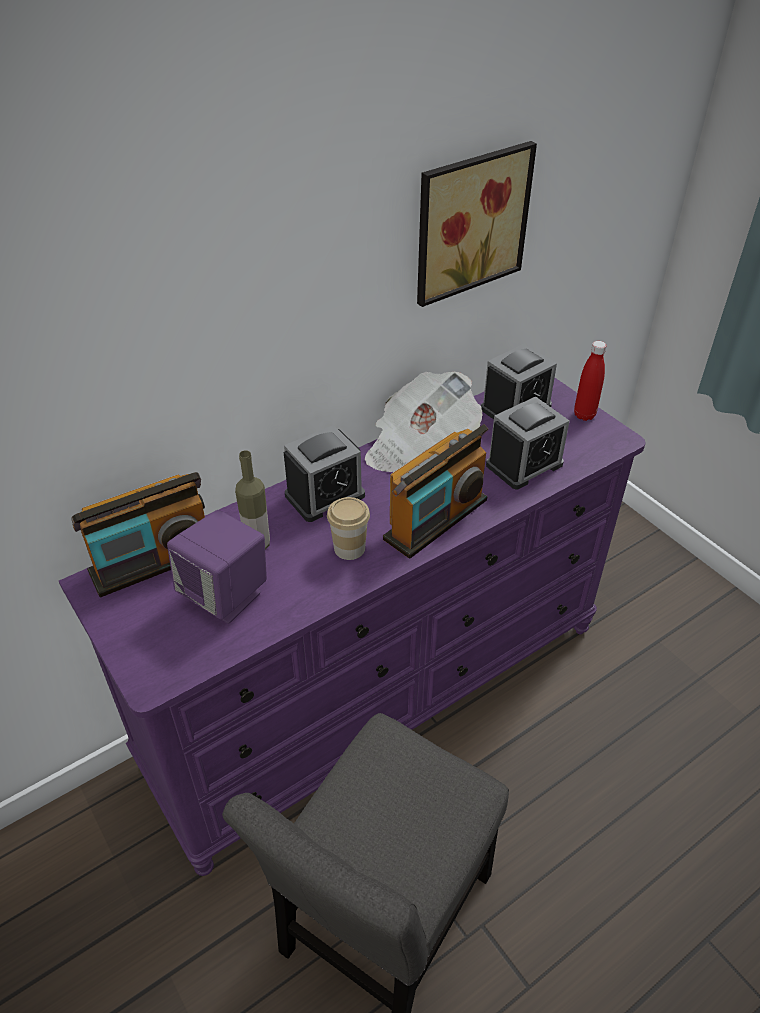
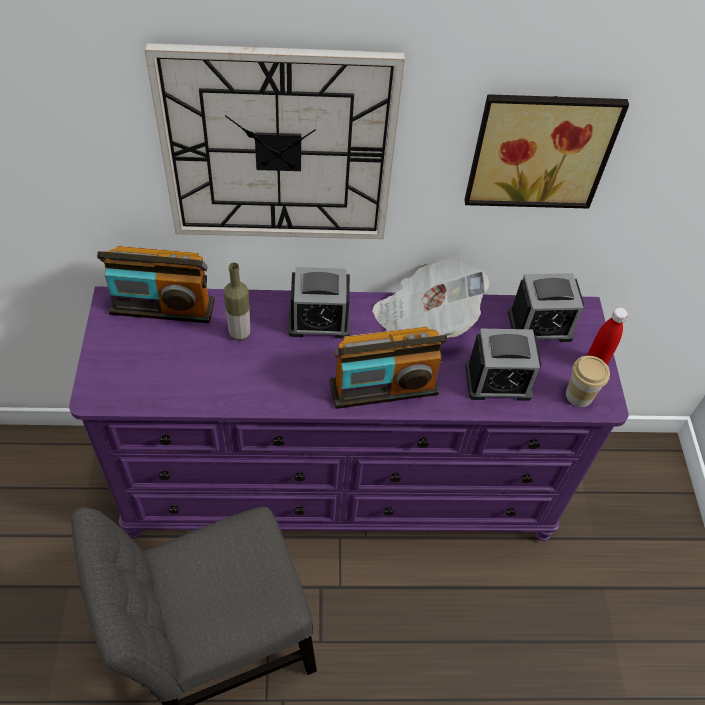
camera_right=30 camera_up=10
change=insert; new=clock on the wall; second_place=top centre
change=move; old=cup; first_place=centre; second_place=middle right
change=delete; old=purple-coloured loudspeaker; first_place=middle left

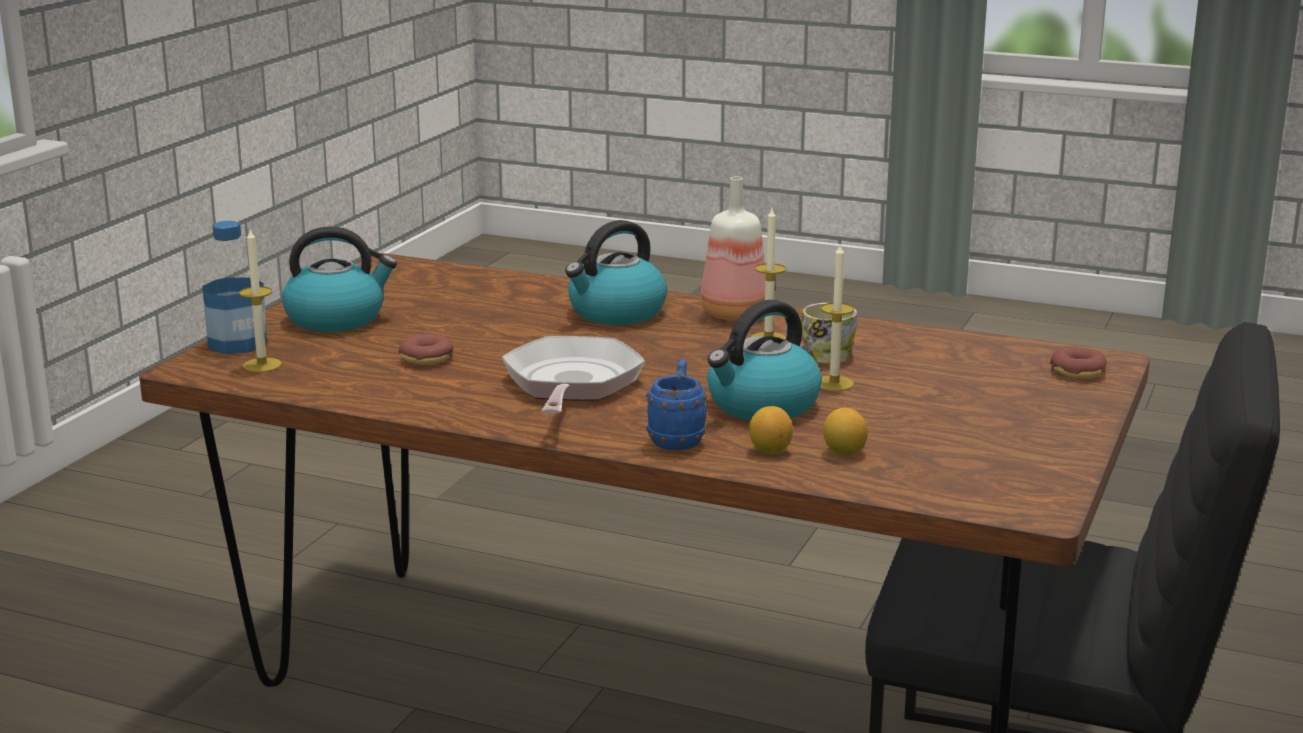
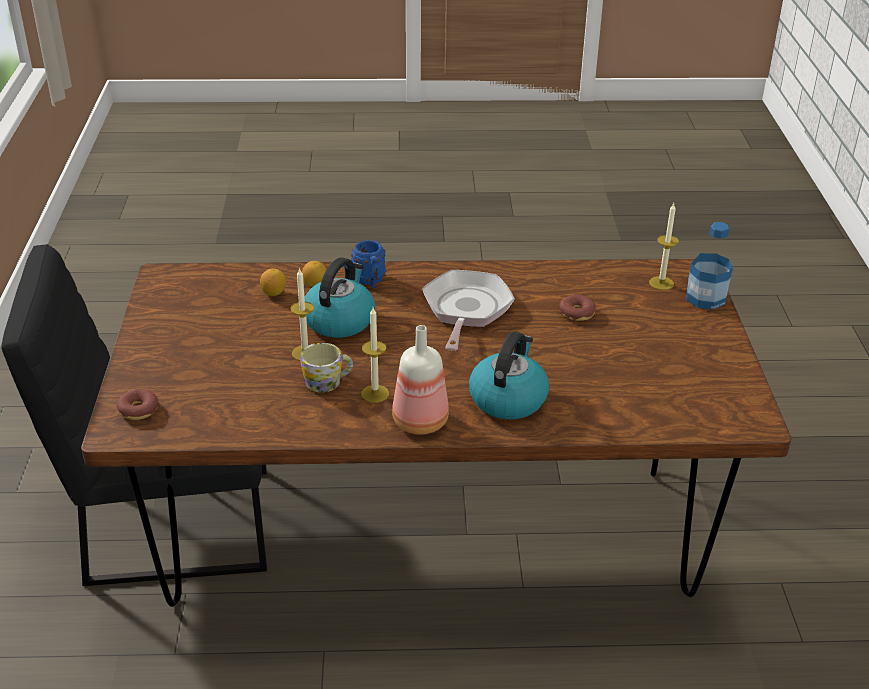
camera_right=155 camera_up=15
change=rotate; old=pan; first_place=centre; second_place=centre; degrees=-150
change=delete; old=tea kettle (1st from left); first_place=middle left

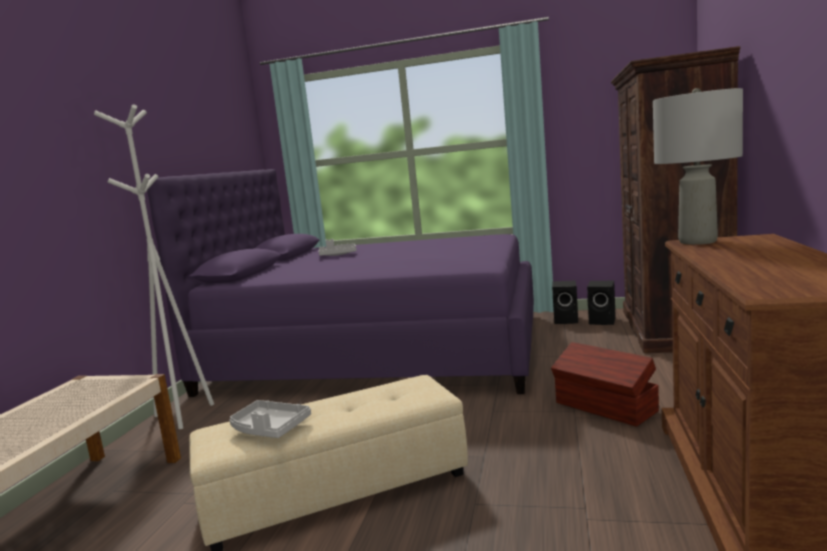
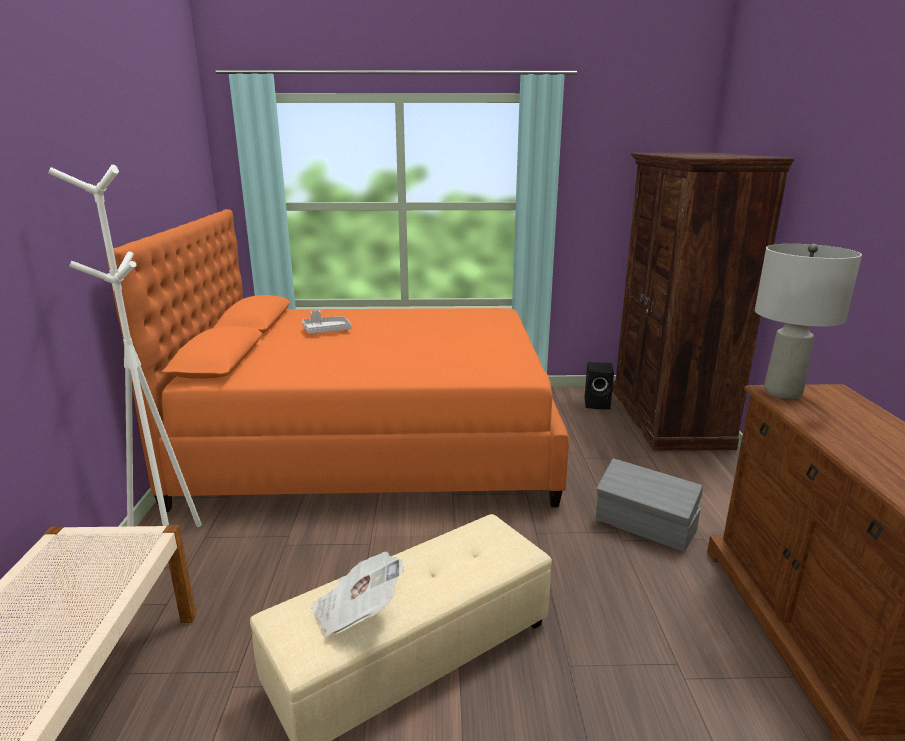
camera_right=-15 camera_up=10
change=recolor; old=purple-coloured bedroom bed; new=orange bedroom bed; first_place=centre; second_place=centre
change=replace; old=grey carrying tray (1st from left); new=newspaper; first_place=bottom left; second_place=bottom centre
change=recolor; old=brown storage container; new=grey storage container; first_place=bottom right; second_place=bottom right
change=delete; old=black loudspeaker (1st from left); first_place=middle right

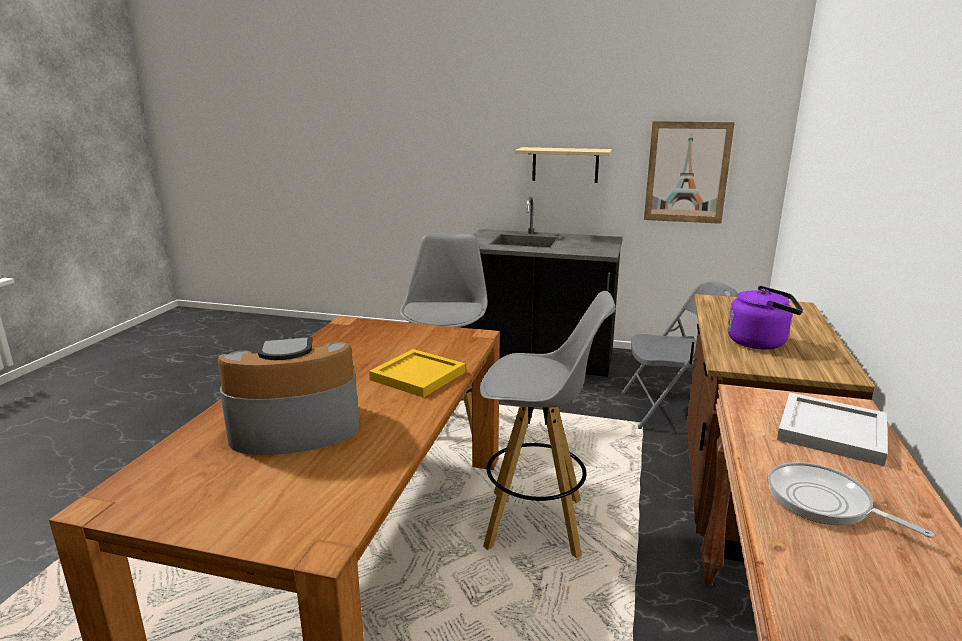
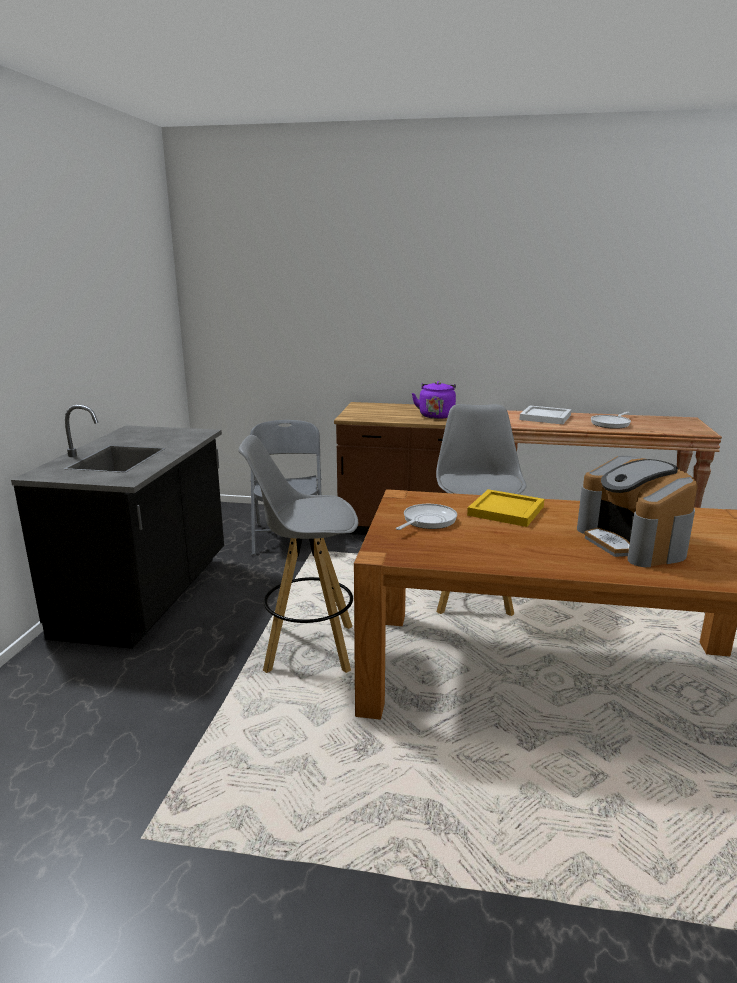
camera_right=-95 camera_up=0
change=insert; new=pan (1st from left); second_place=centre
change=delete; old=beige-coloured shelf; first_place=top centre
change=delete; old=wall art; first_place=top right

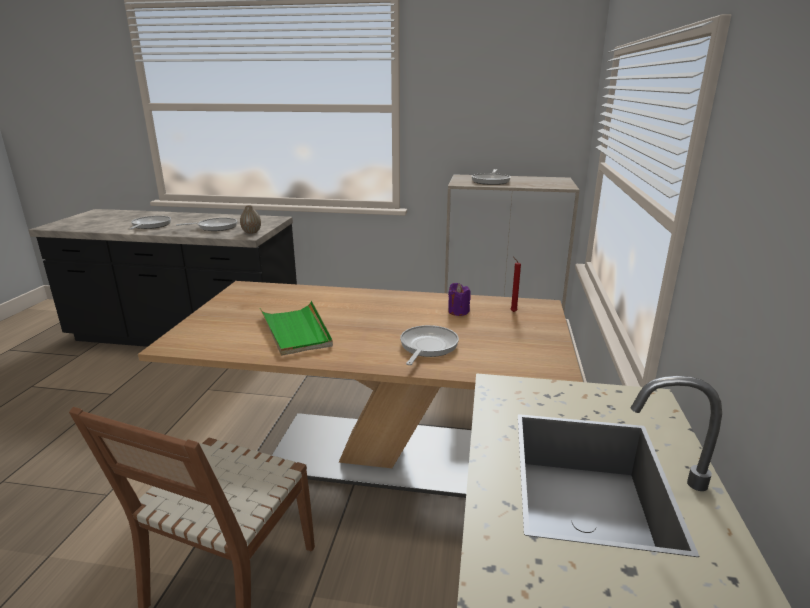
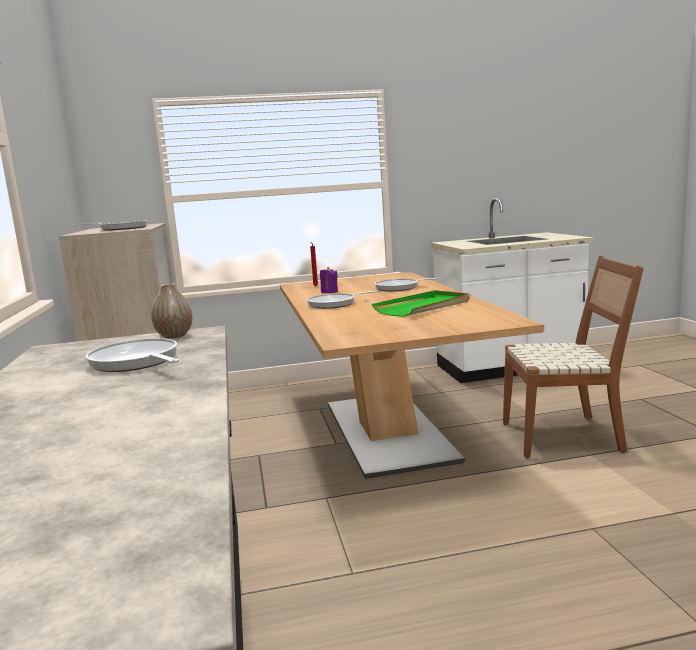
camera_right=-110 camera_up=-10
change=move; old=pan (1st from left in the first image); new=pan (3rd from left); first_place=middle left; second_place=centre

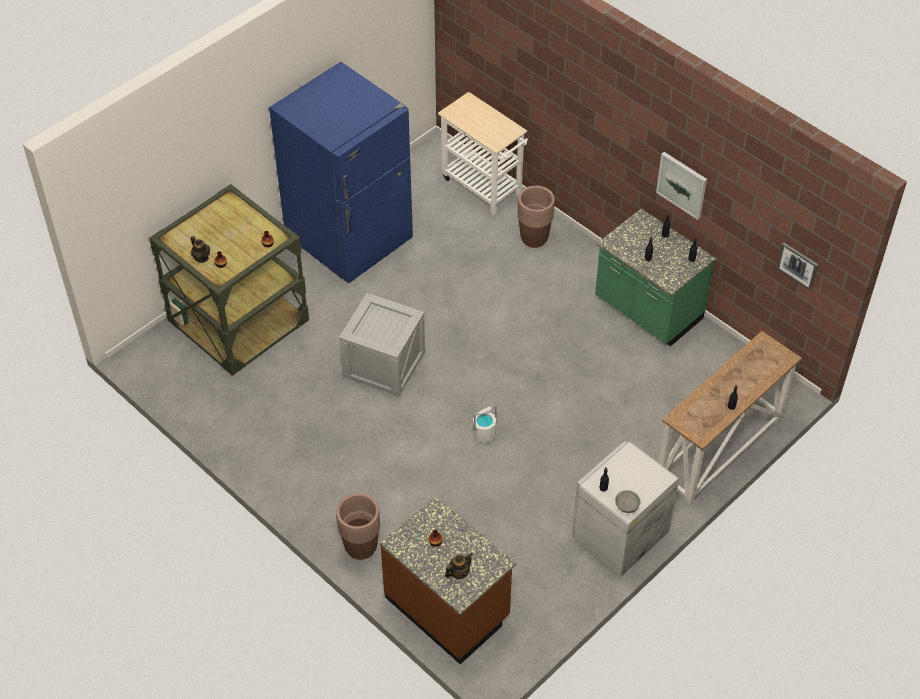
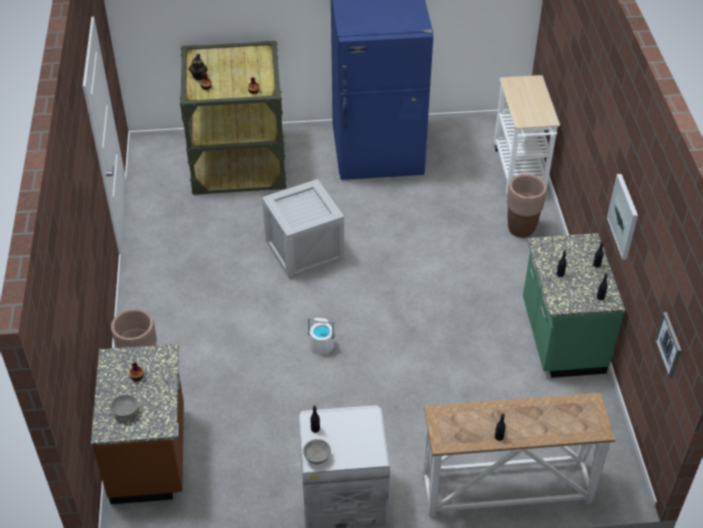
camera_right=40 camera_up=-5
change=replace; old=pot for tea (2nd from left); new=grey deep dish (1st from left); first_place=bottom centre; second_place=bottom left

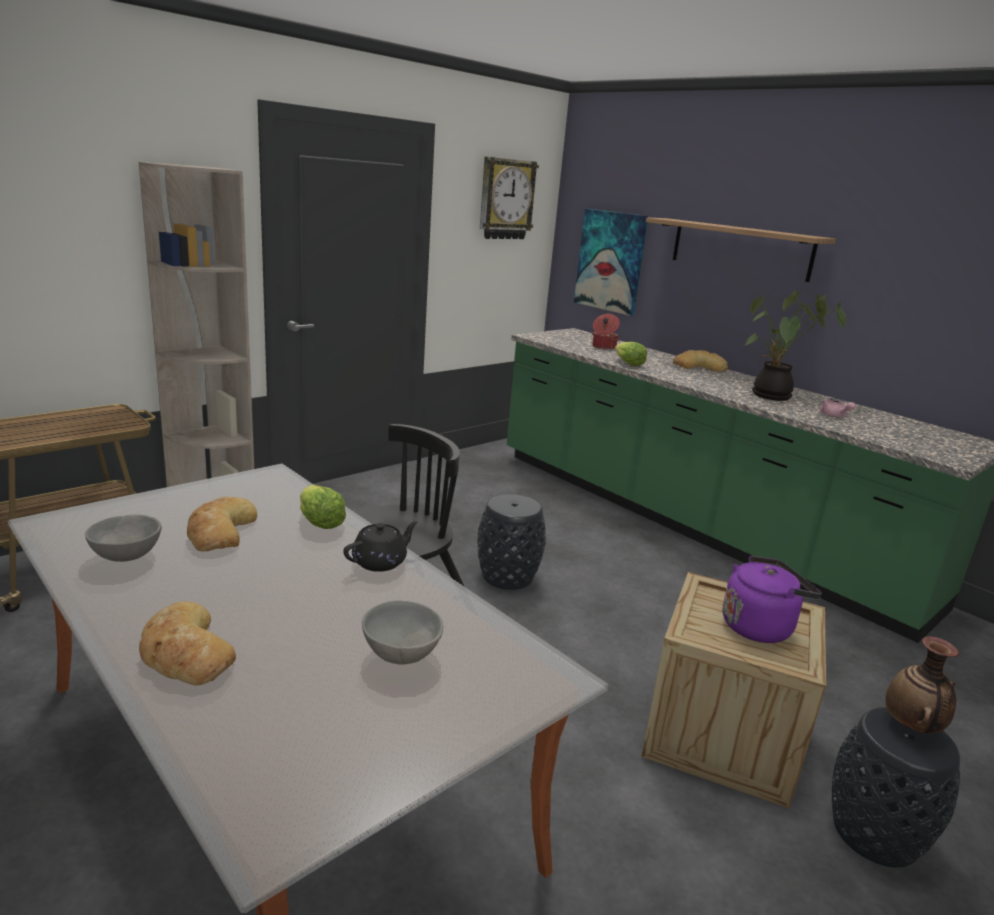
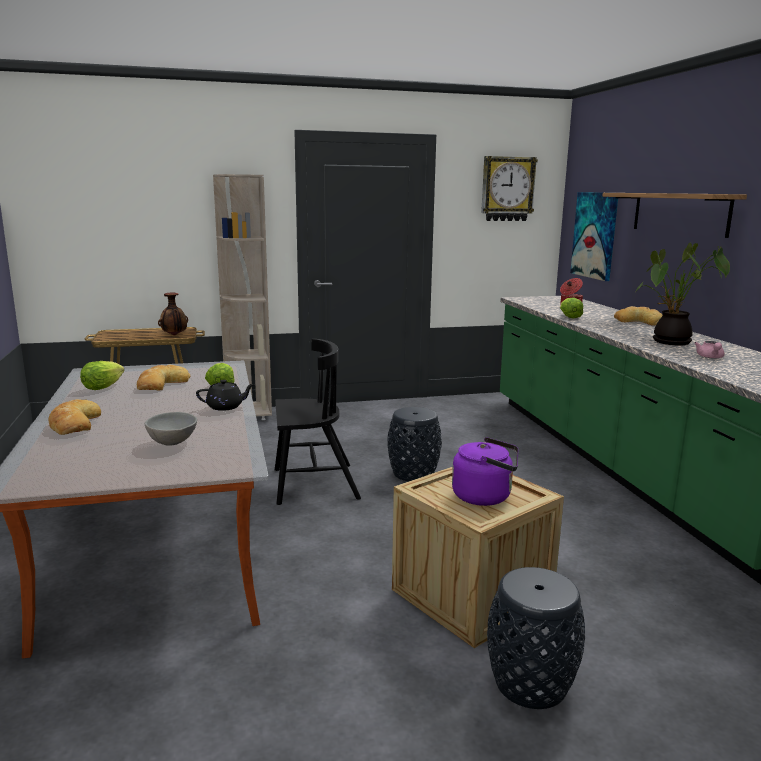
camera_right=30 camera_up=-5
change=replace; old=grey deep dish (1st from left); new=lettuce head (1st from left); first_place=middle left; second_place=middle left
change=move; old=vase; first_place=bottom right; second_place=middle left

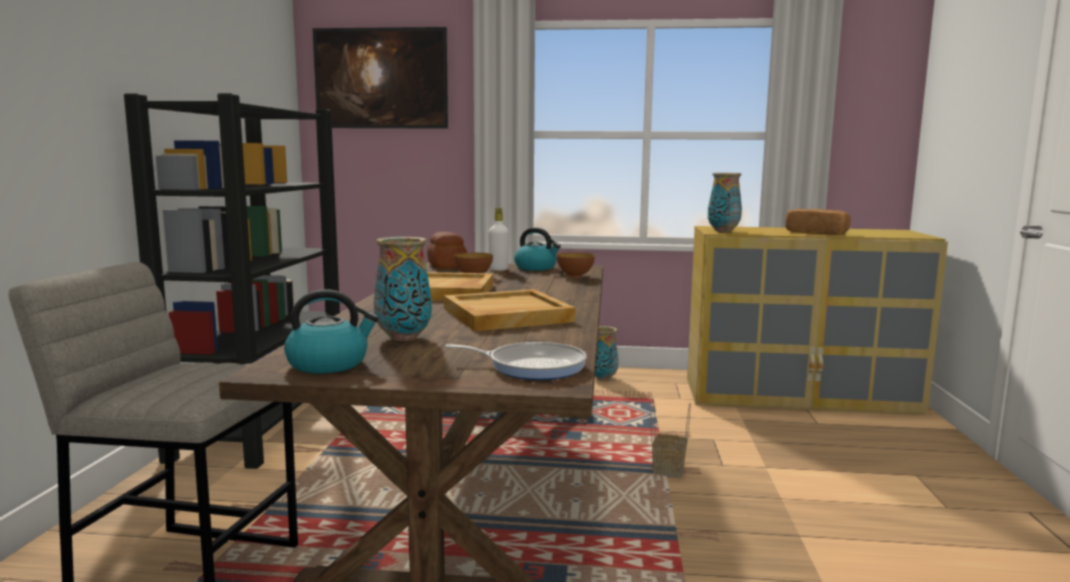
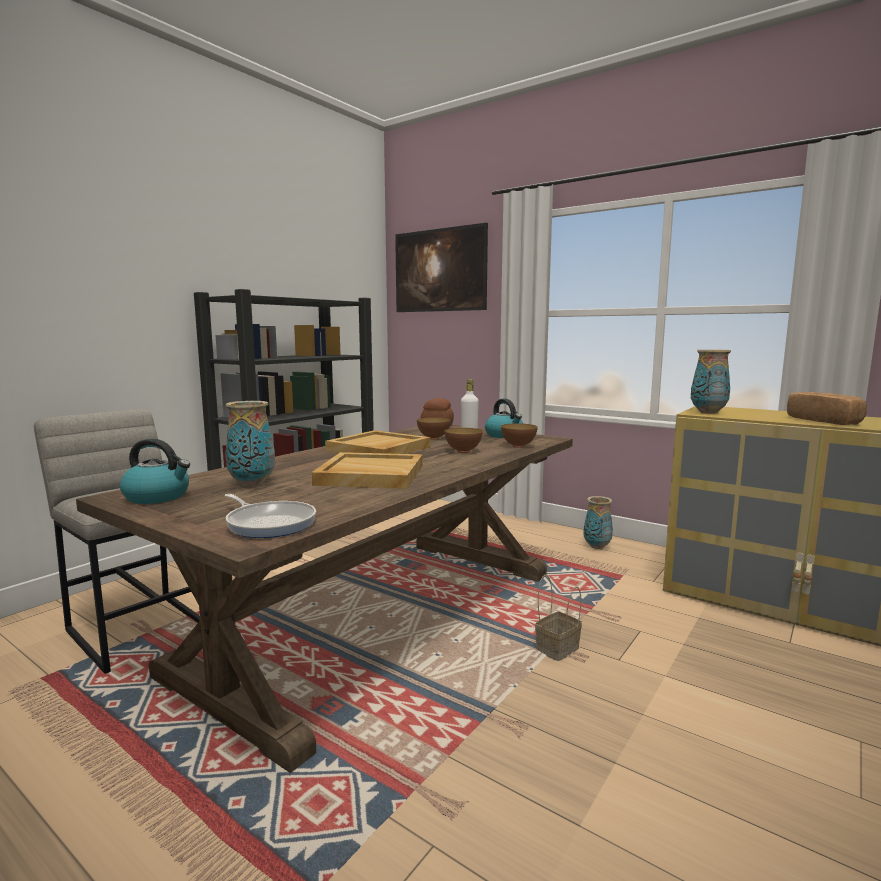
camera_right=30 camera_up=0
change=insert; new=deep dish (2nd from left); second_place=centre

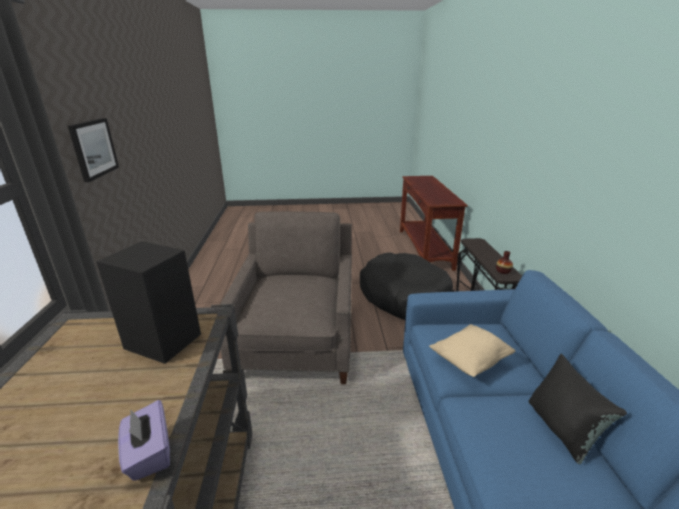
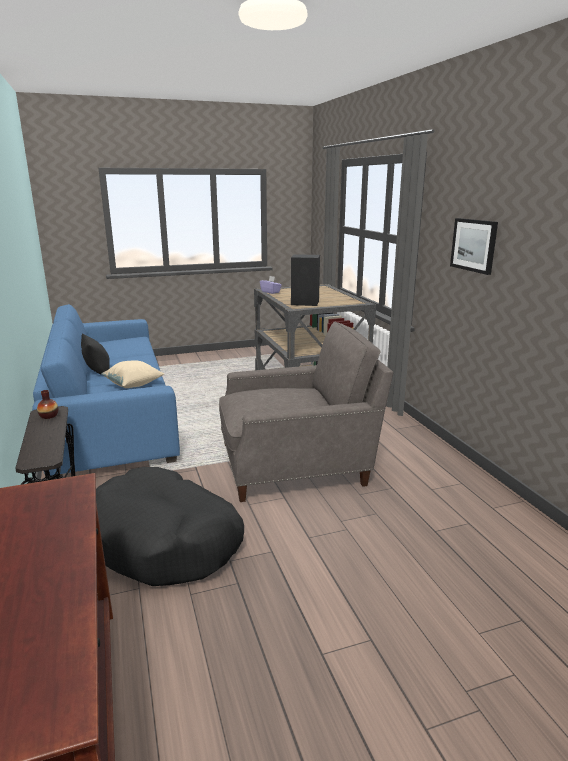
camera_right=165 camera_up=-5
change=rotate; old=grey armchair; first_place=centre; second_place=centre; degrees=-90

